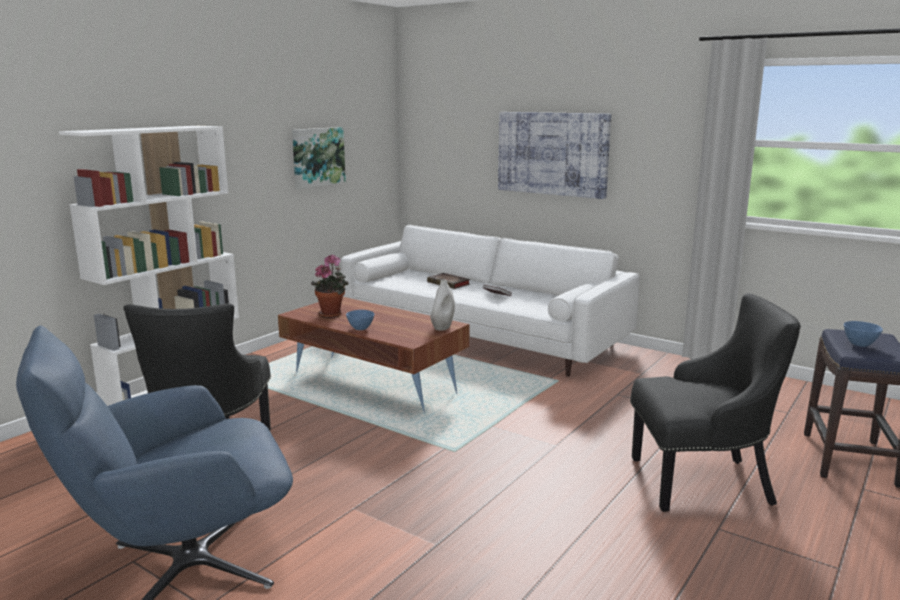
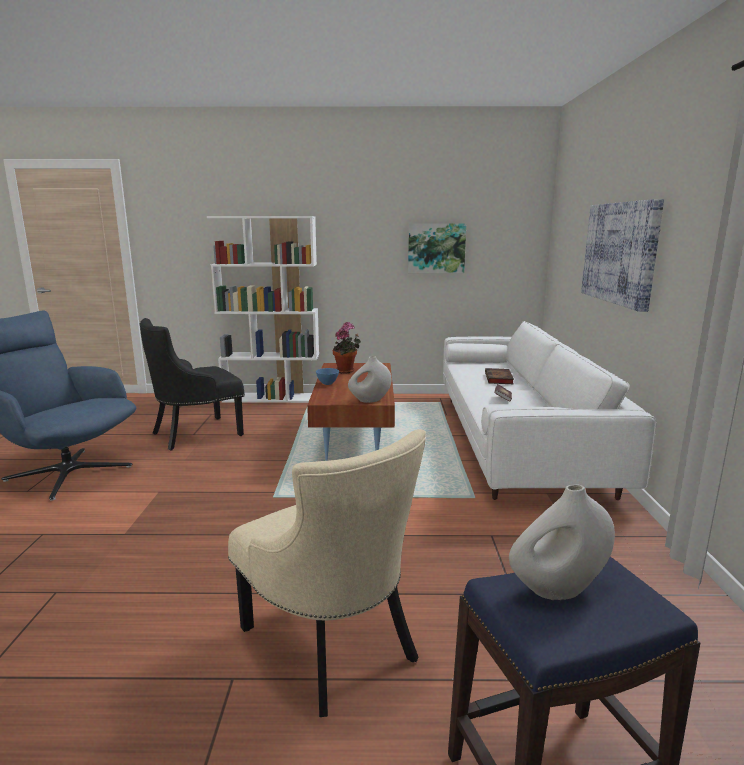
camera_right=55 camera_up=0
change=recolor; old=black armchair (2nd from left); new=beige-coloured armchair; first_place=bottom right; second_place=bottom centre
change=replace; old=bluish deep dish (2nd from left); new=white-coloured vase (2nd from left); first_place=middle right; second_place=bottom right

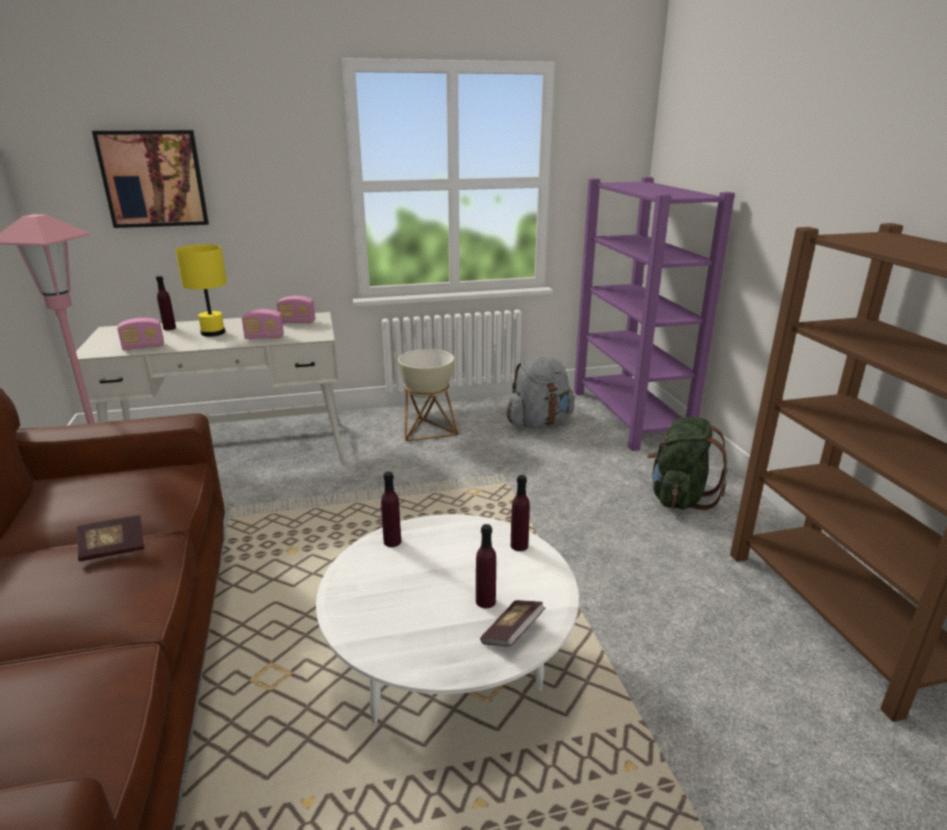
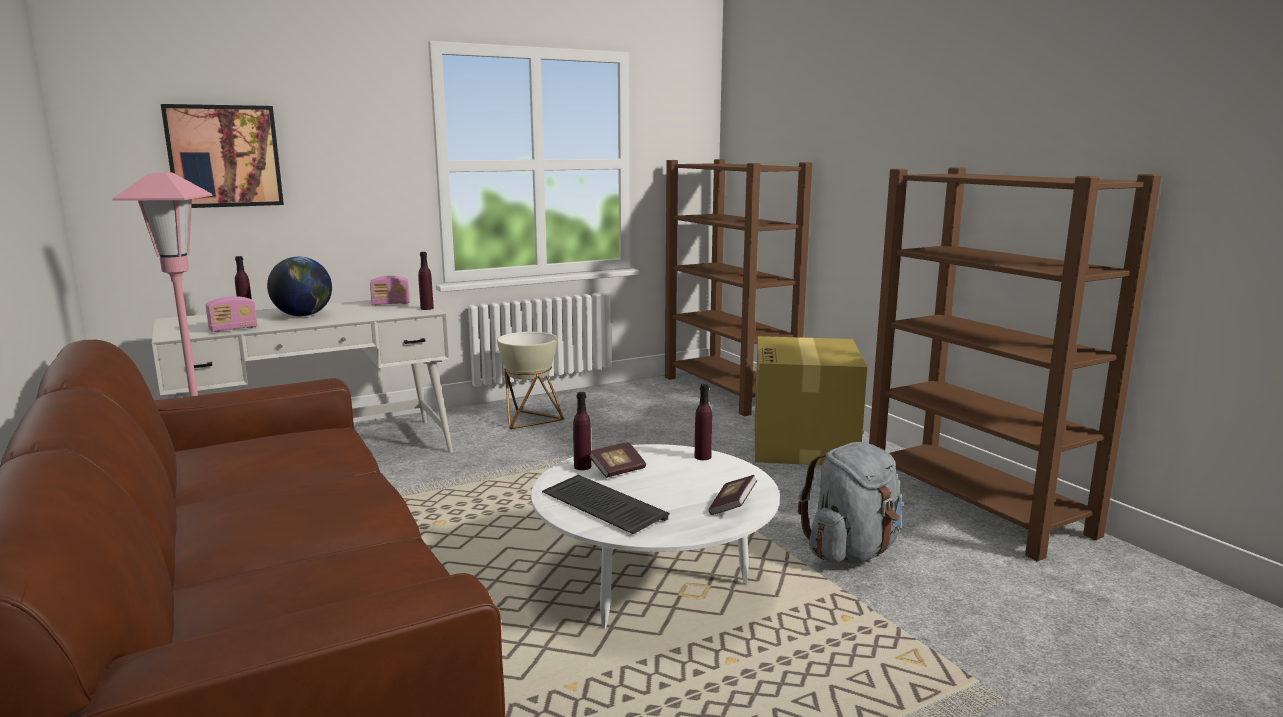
camera_right=-15 camera_up=-10
change=replace; old=yellowish lamp for a table; new=desk globe; first_place=middle left; second_place=middle left
change=move; old=purple-coloured bottle (3rd from left in the first image); new=purple-coloured bottle (2nd from left); first_place=bottom centre; second_place=middle left
change=insert; new=PC keyboard; second_place=bottom centre
change=move; old=bound book (1st from left); first_place=middle left; second_place=centre
change=recolor; old=purple-coloured bookcase; new=brown bookcase (1st from left); first_place=middle right; second_place=centre
change=replace; old=green backpack; new=cardboard box; first_place=middle right; second_place=centre
change=move; old=grey backpack; first_place=centre; second_place=bottom centre
change=delete; old=radio set (2nd from left); first_place=middle left

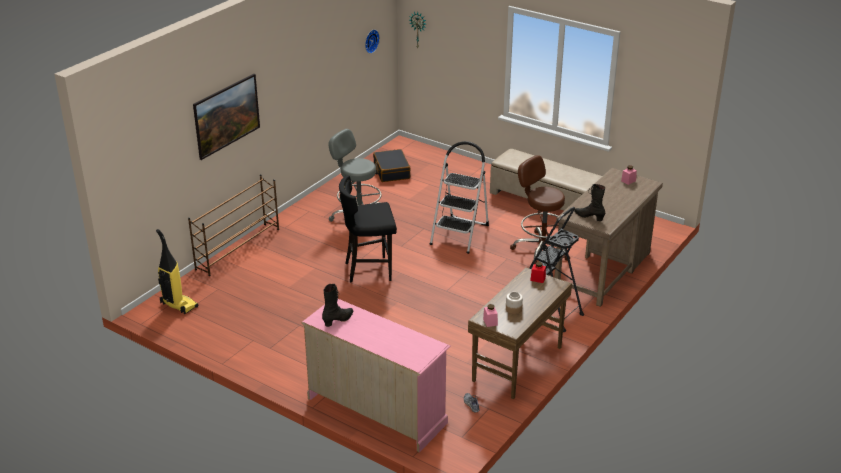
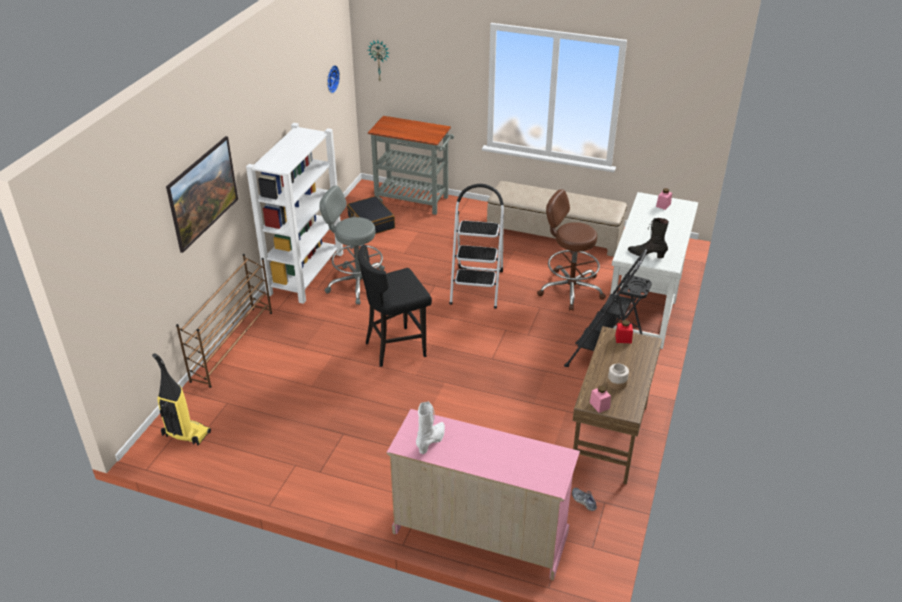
camera_right=-15 camera_up=5
change=insert; new=white-coloured bookcase; second_place=middle left
change=insert; new=grey trolley; second_place=top centre
change=recolor; old=black tall boot (1st from left); new=white-coloured tall boot; first_place=centre; second_place=bottom centre
change=recolor; old=brown desk table; new=white-coloured desk table; first_place=middle right; second_place=middle right

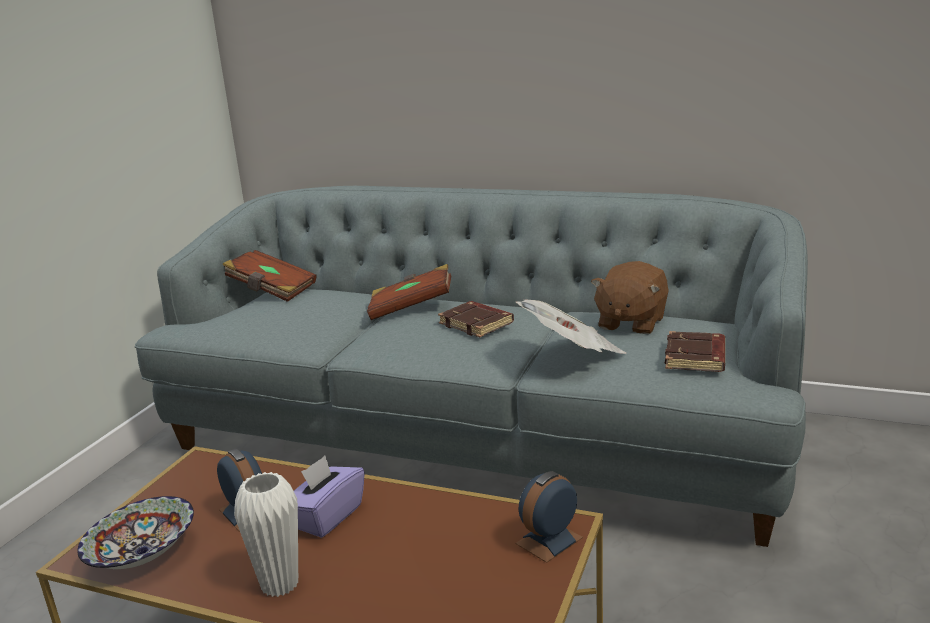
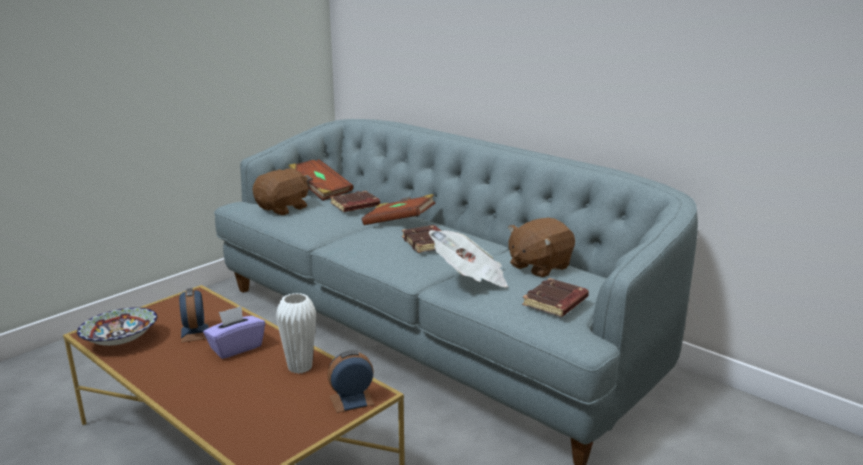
camera_right=20 camera_up=0
change=insert; new=brown soft toy (1st from left); second_place=middle left
change=move; old=white-coloured vase; first_place=bottom left; second_place=bottom centre
change=insert; new=brown bound book (2nd from left); second_place=centre

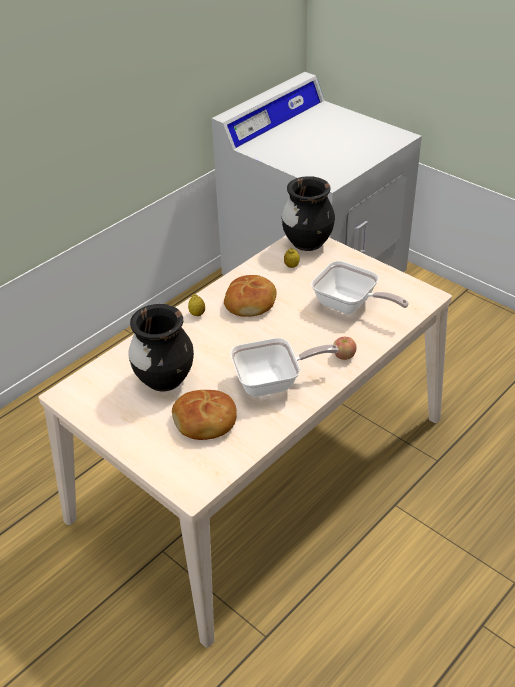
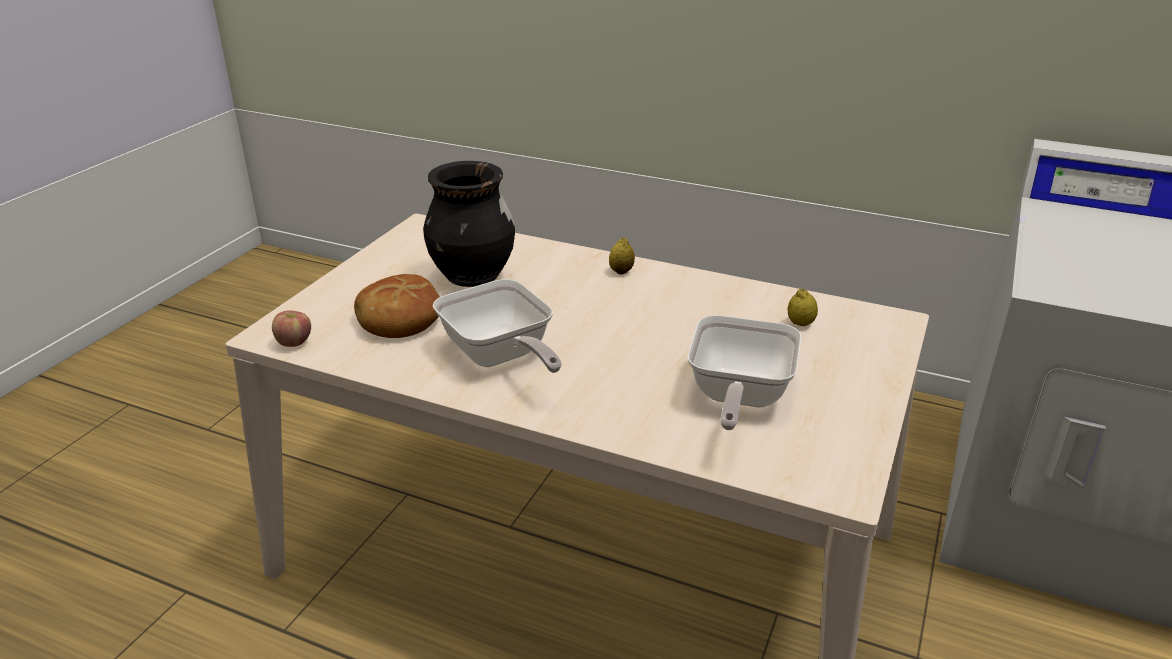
camera_right=70 camera_up=-10
change=move; old=whole apple; first_place=middle right; second_place=middle left
change=delete; old=bread (2nd from left); first_place=centre
change=delete; old=black vase (2nd from left); first_place=top centre

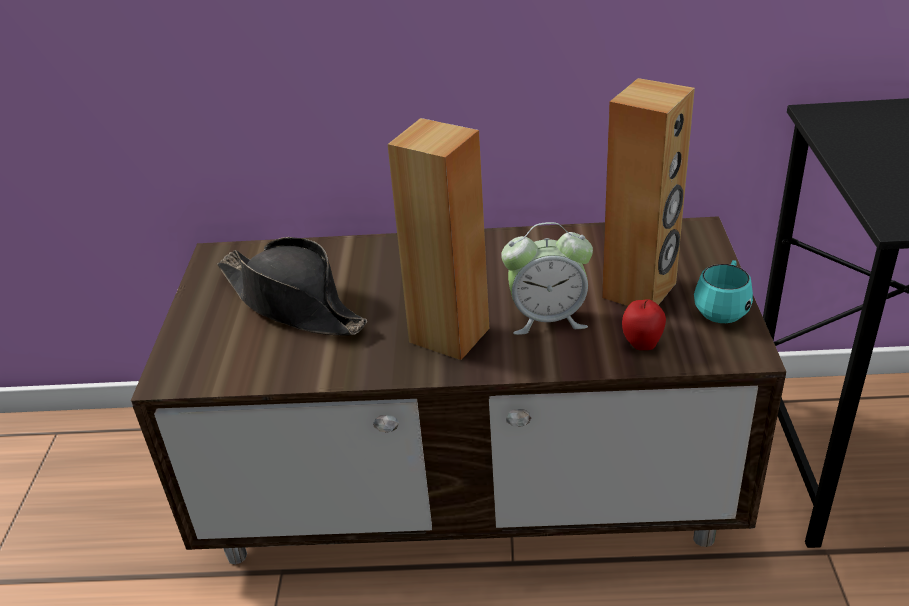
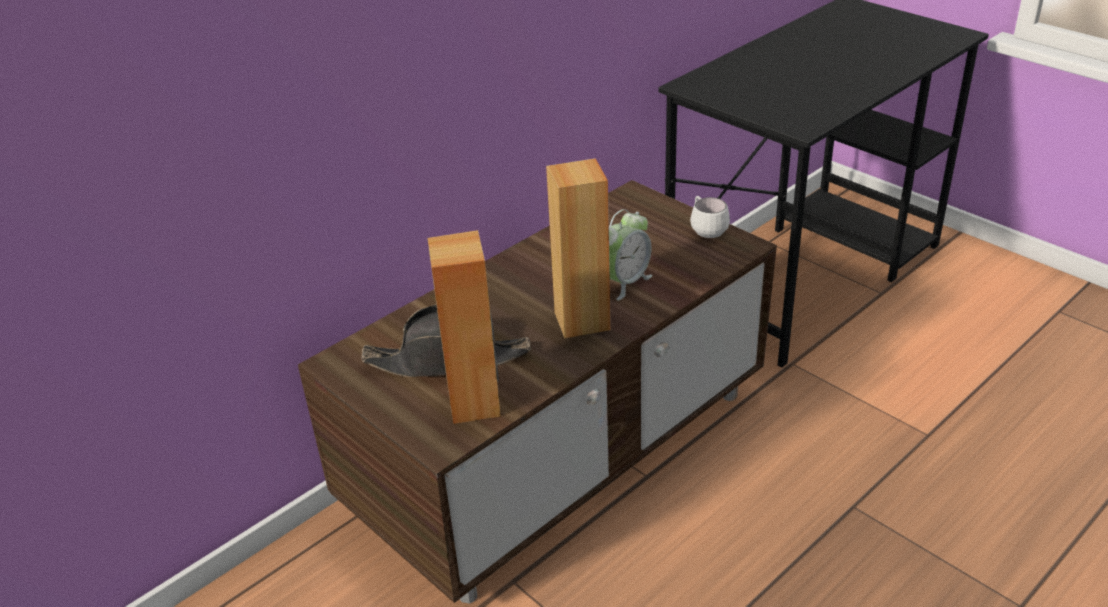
camera_right=-45 camera_up=0
change=move; old=brown loudspeaker (2nd from left in the first image); new=brown loudspeaker (1st from left); first_place=top right; second_place=centre
change=recolor; old=turquoise mug; new=white-coloured mug; first_place=middle right; second_place=centre
change=delete; old=whole apple; first_place=middle right

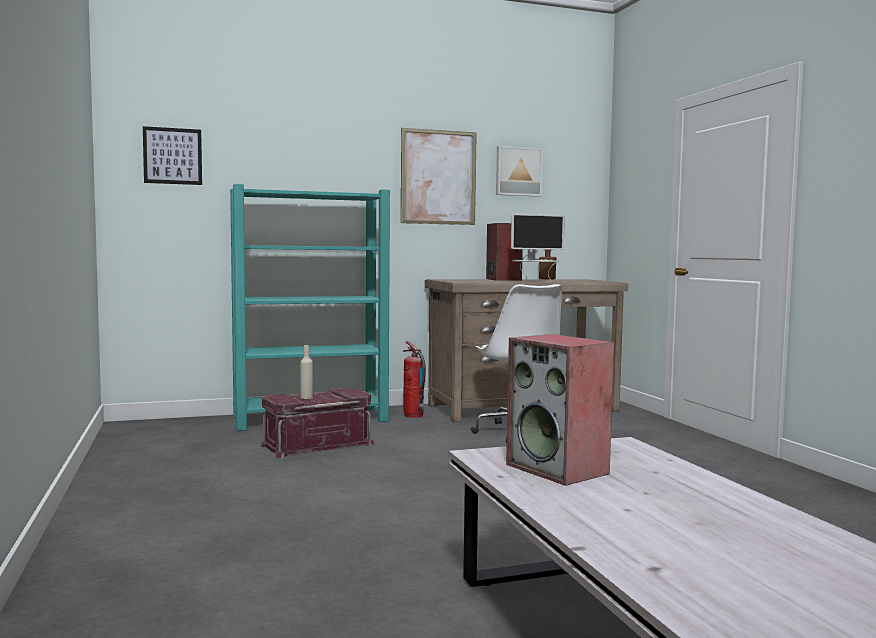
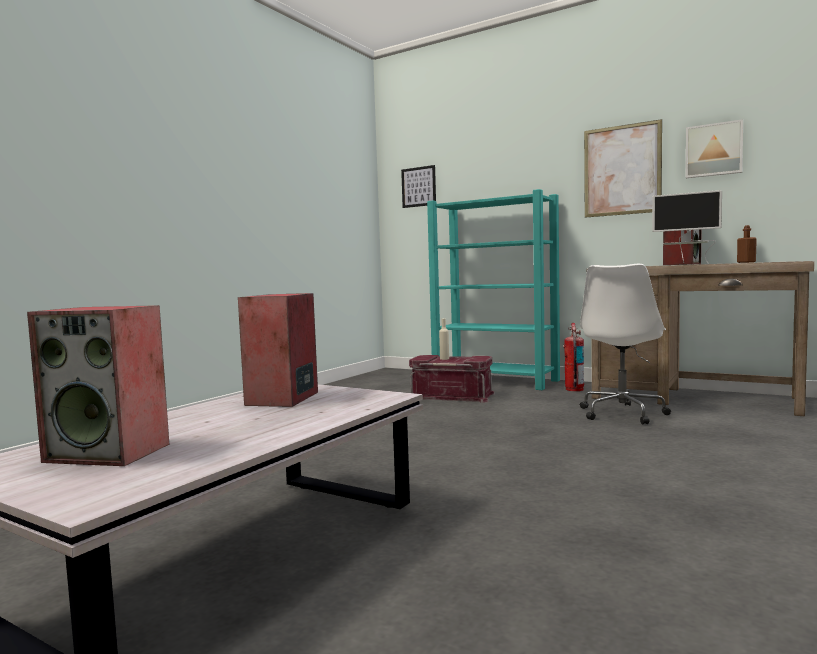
camera_right=50 camera_up=0
change=insert; new=loudspeaker (1st from left); second_place=middle left

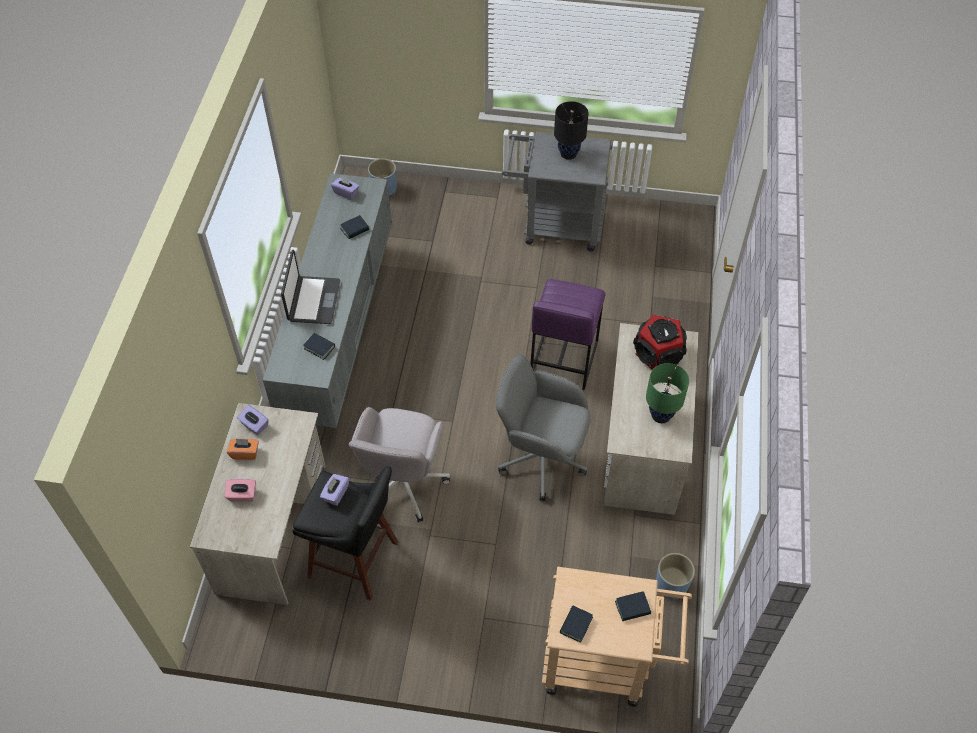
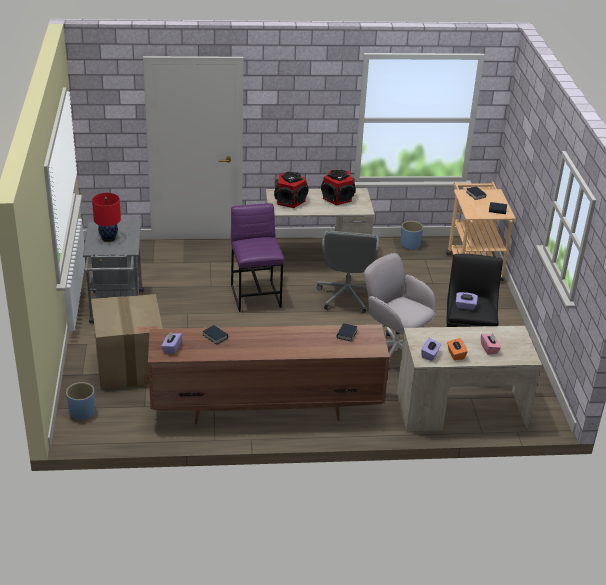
camera_right=-105 camera_up=-20
change=insert; new=cardboard box; second_place=middle left
change=recolor; old=black lamp for a table; new=red-coloured lamp for a table; first_place=top centre; second_place=middle left
change=recolor; old=grey storage cabinet; new=brown storage cabinet; first_place=centre; second_place=centre
change=rotate; old=purple-coloured chair; first_place=centre; second_place=centre; degrees=-105
change=replace; old=green lamp for a table; new=loudspeaker (2nd from left); first_place=middle right; second_place=top centre
change=rotate; old=grey desk chair (1st from left in the first image); first_place=centre; second_place=centre; degrees=-135
change=delete; old=portable computer; first_place=middle left

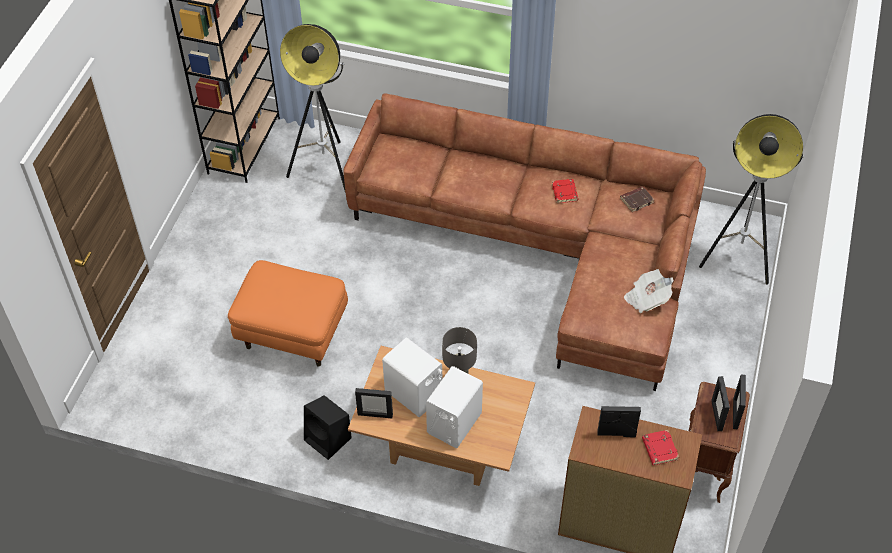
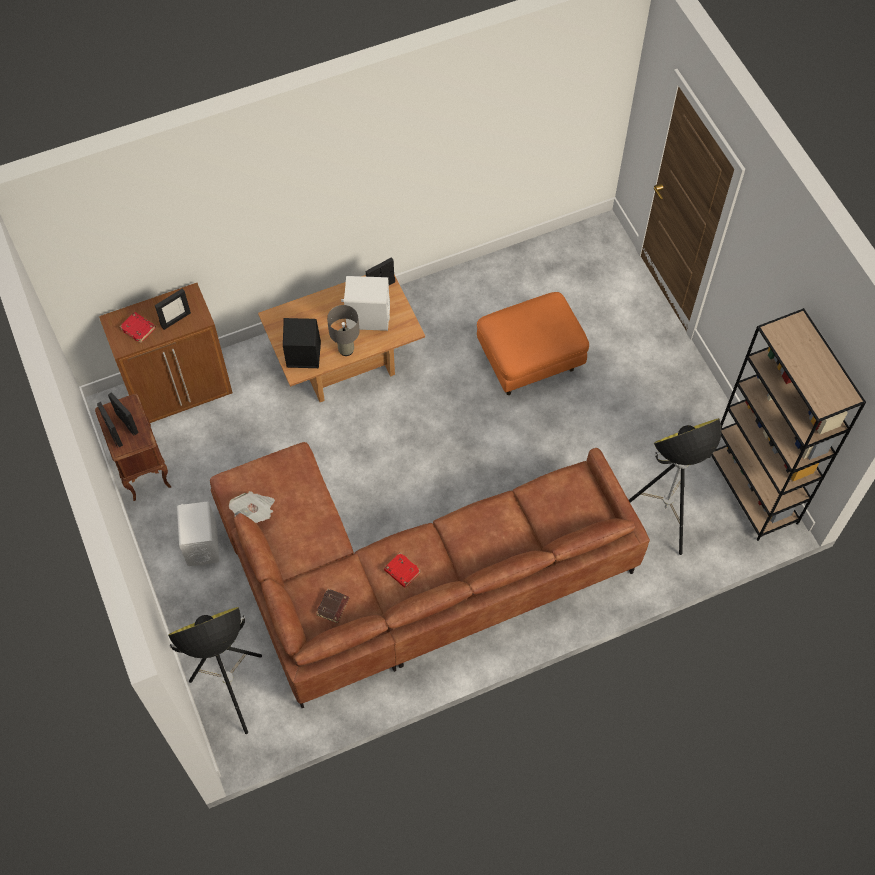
camera_right=140 camera_up=10
change=move; old=white-coloured loudspeaker (2nd from left in the first image); new=white-coloured loudspeaker (1st from left); first_place=bottom centre; second_place=middle left
change=move; old=black loudspeaker; first_place=bottom centre; second_place=centre

